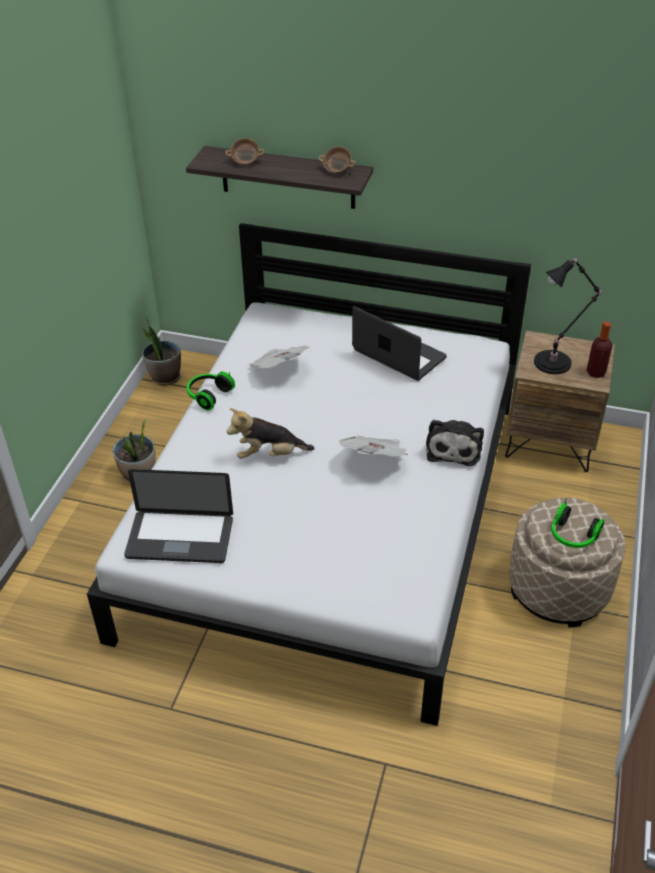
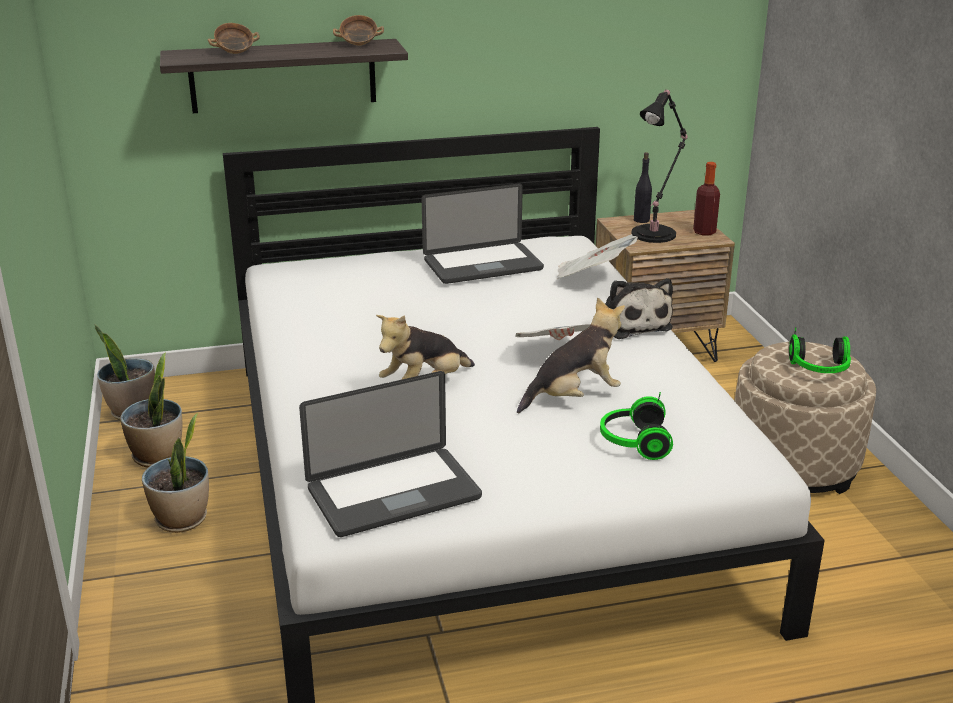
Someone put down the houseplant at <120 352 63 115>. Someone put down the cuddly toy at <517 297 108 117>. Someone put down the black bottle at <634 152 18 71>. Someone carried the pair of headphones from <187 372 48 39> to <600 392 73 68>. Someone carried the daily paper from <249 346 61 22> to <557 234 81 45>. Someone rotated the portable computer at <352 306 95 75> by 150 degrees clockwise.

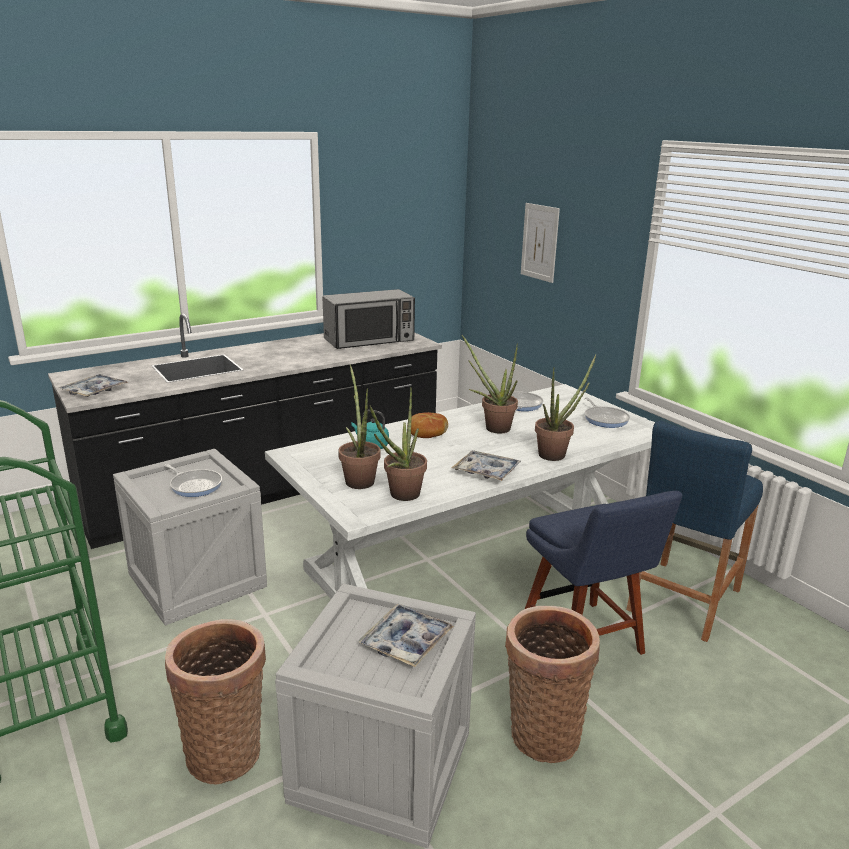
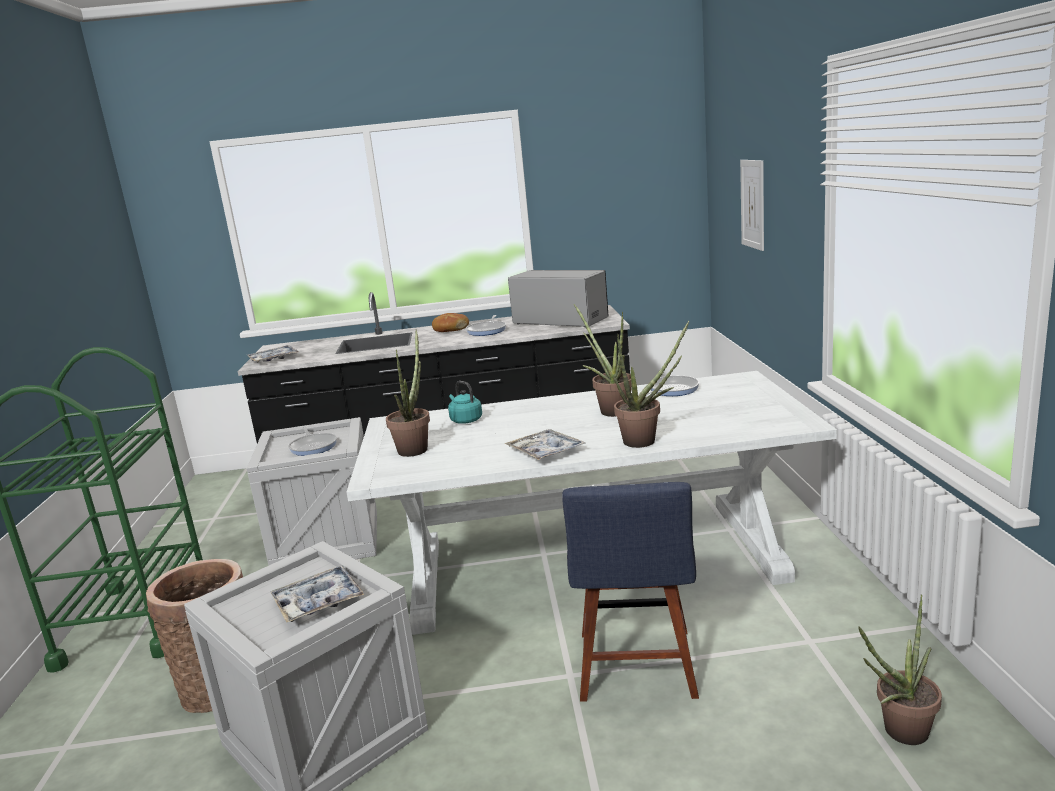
Someone took away the storage basket at <505 606 95 157>. Someone took away the blue sitting stool at <626 421 137 221>. Someone carried the houseplant from <370 387 57 114> to <858 594 84 151>. Someone carried the baked bread from <407 412 41 26> to <432 313 37 19>. Someone carried the frying pan from <585 397 45 31> to <466 315 40 21>. Someone rotated the microwave at <322 289 93 60> by 150 degrees counterclockwise.

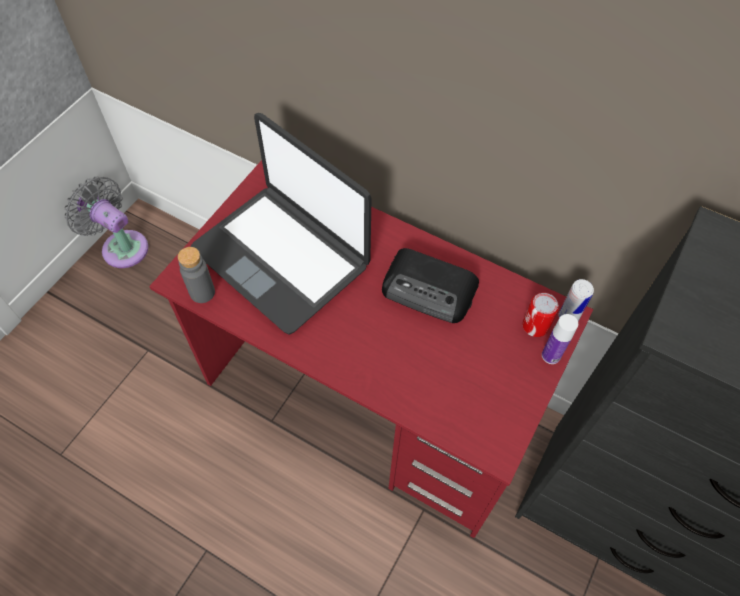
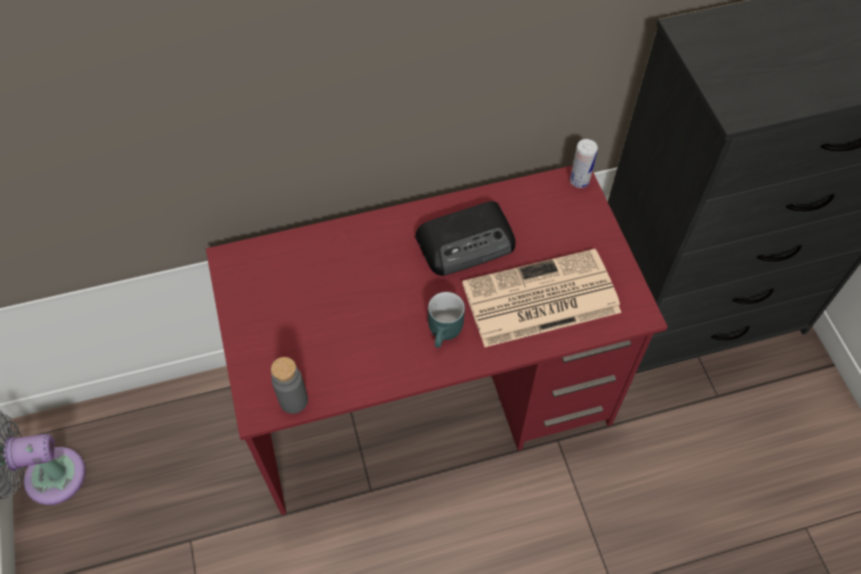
Someone took away the portable computer at <190 113 182 222>. Someone took away the sealed can at <522 293 37 44>. Someone took away the bottle at <542 314 36 50>. Someone put down the turquoise mug at <428 292 37 56>. Someone put down the daily paper at <462 249 159 98>.

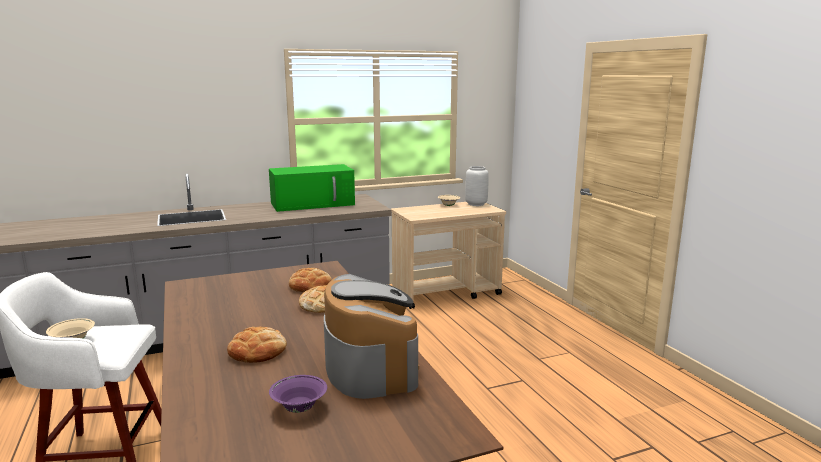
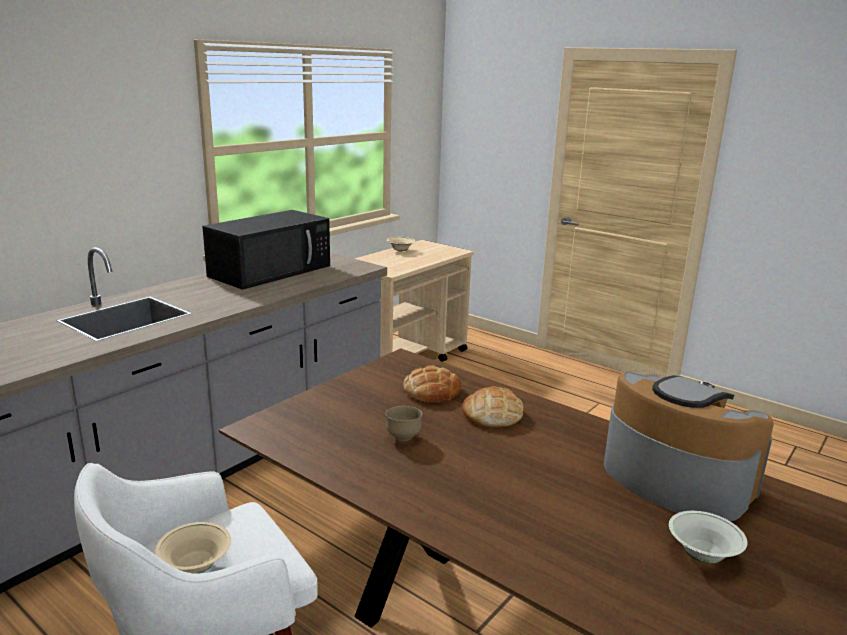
Someone took away the baked bread at <227 327 60 36>. Someone took away the grey decorative vase at <465 166 24 40>. Someone put down the brownish serving bowl at <385 406 37 35>. Someone repainted the greenish microwave at <269 164 86 48>, which became the black microwave at <202 210 128 80>. Someone repainted the purplish serving bowl at <269 375 58 38>, which became the whitish serving bowl at <669 511 79 52>.

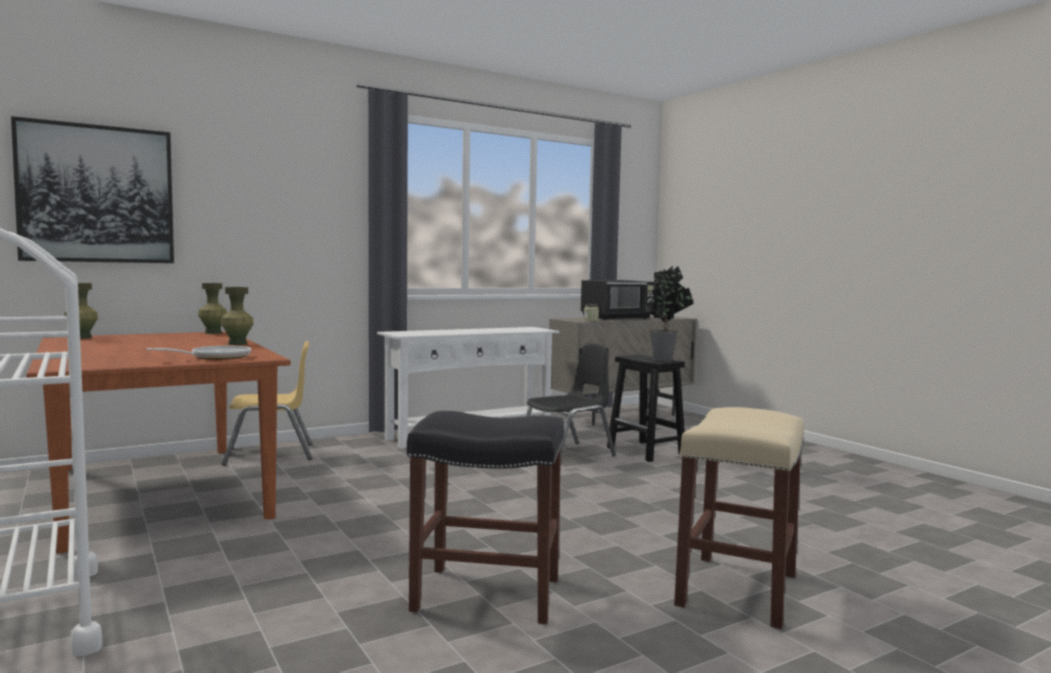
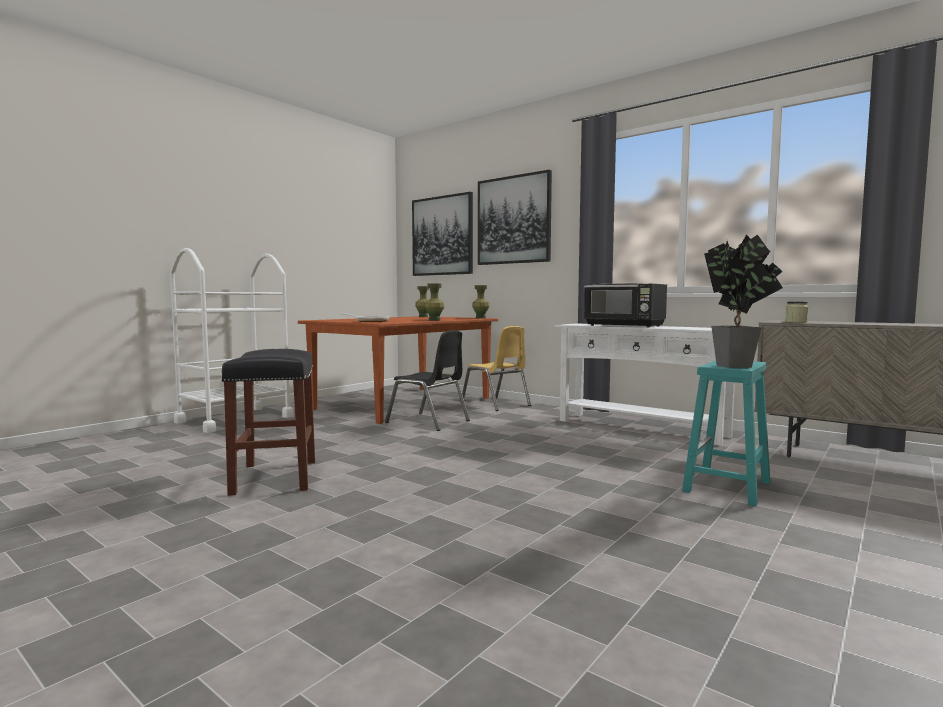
Someone took away the beige sitting stool at <674 407 130 222>. Someone put up the wall picture at <478 170 74 95>. Someone carried the black plain chair from <526 343 90 114> to <385 330 85 101>. Someone carried the black microwave from <581 280 73 40> to <584 283 83 45>. Someone repainted the black sitting stool at <607 354 78 108>, which became the turquoise sitting stool at <682 360 88 147>.

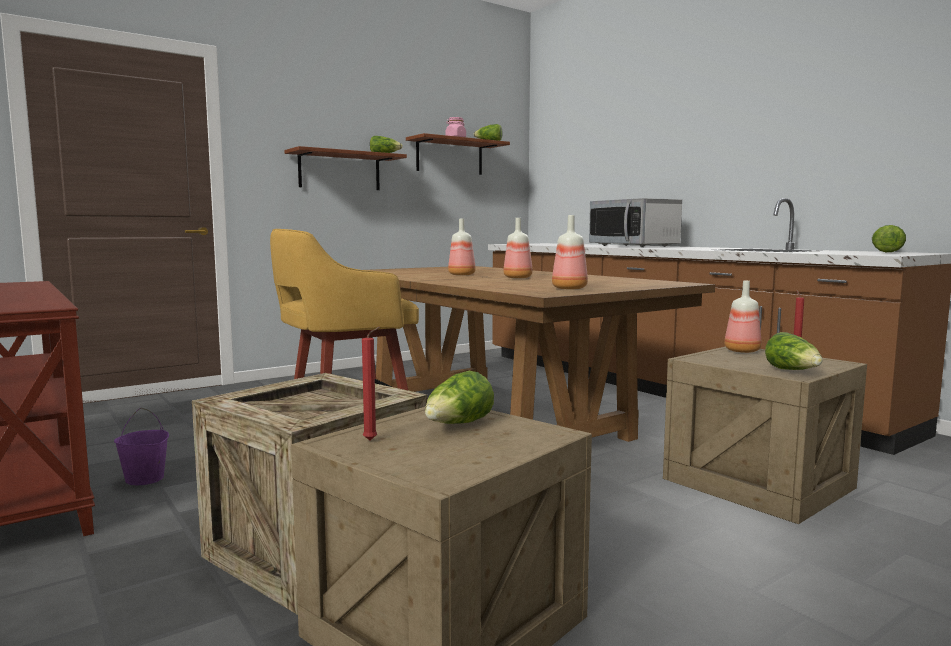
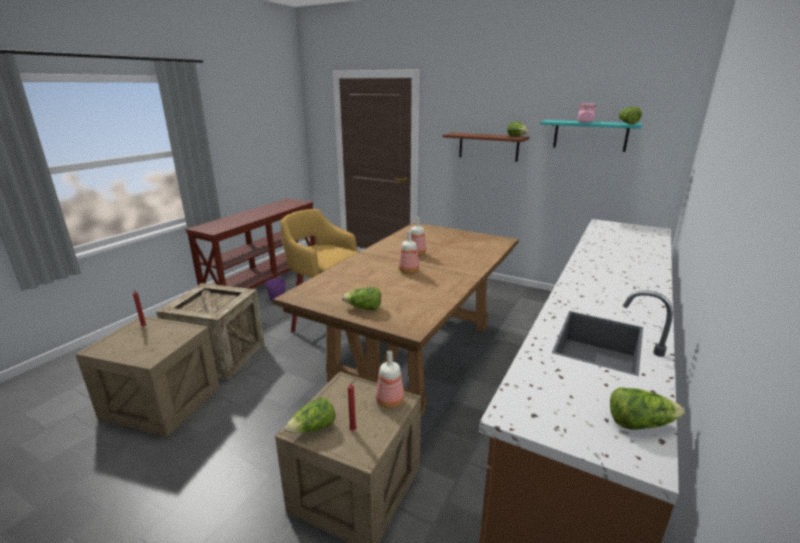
Someone took away the bottle at <552 215 36 74>. Someone took away the microwave at <589 198 93 49>. Someone carried the lettuce from <425 371 69 53> to <342 287 39 23>. Someone repainted the brownish bracket shelf at <406 133 104 42>, which became the turquoise bracket shelf at <540 120 103 32>.

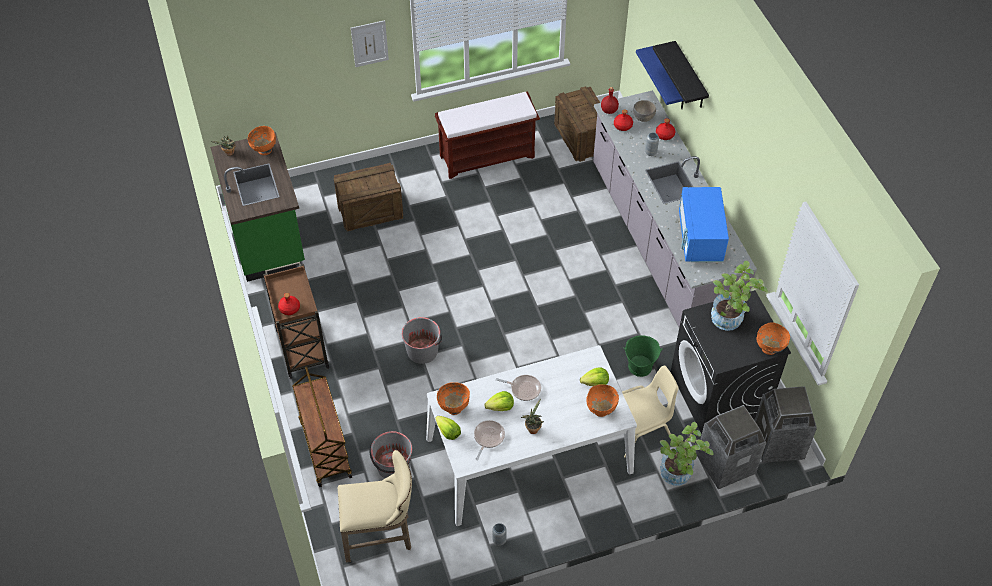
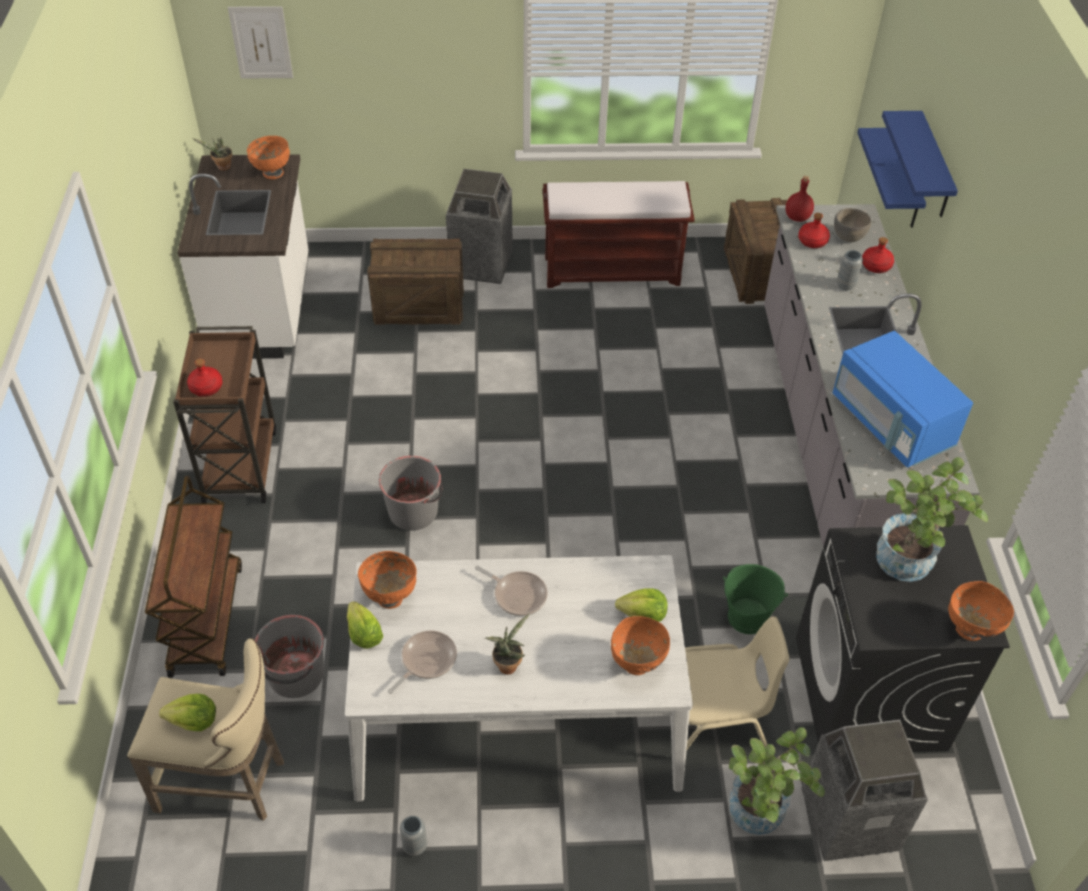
Someone carried the wall picture from <351 20 38 47> to <228 6 65 73>. Someone carried the lettuce from <484 391 30 20> to <159 694 57 37>. Someone carried the waste bin from <755 386 62 77> to <446 169 67 115>. Someone repainted the greenish kitchen counter at <210 132 95 150>, which became the whitish kitchen counter at <177 154 132 205>. Someone repainted the black bracket shelf at <653 41 56 67>, which became the blue bracket shelf at <882 111 76 106>. Someone rotated the blue microwave at <679 187 50 75> by 45 degrees counterclockwise.

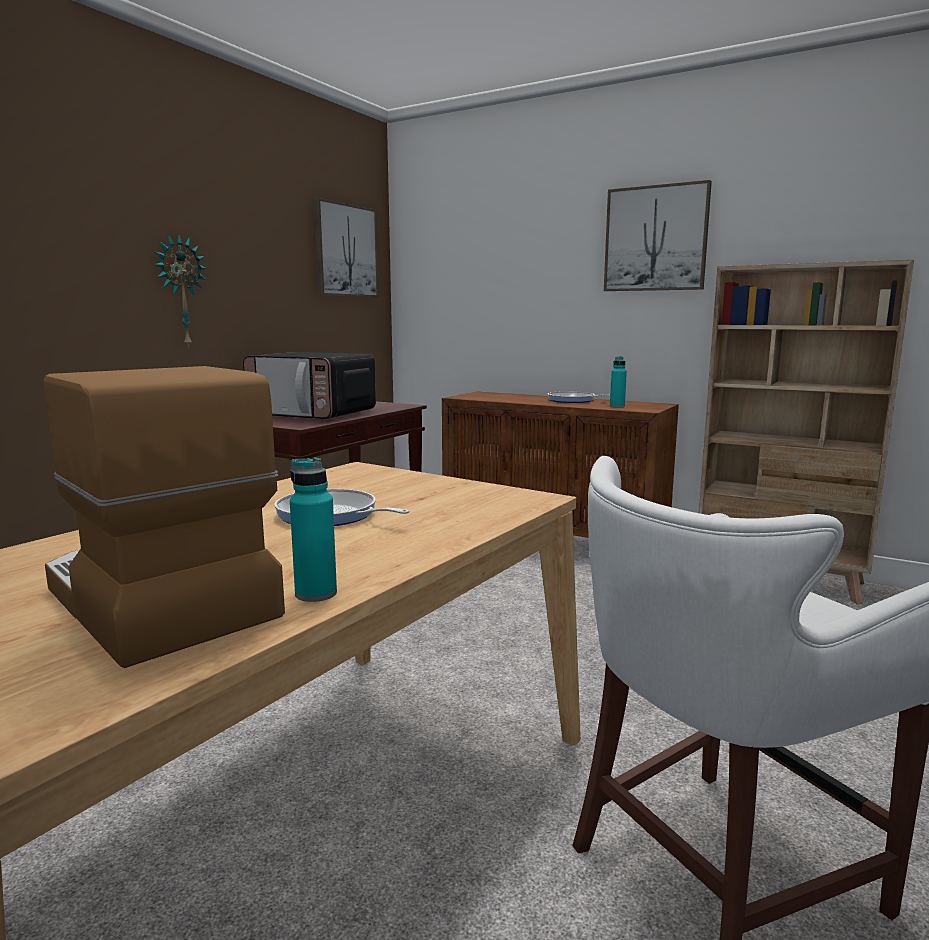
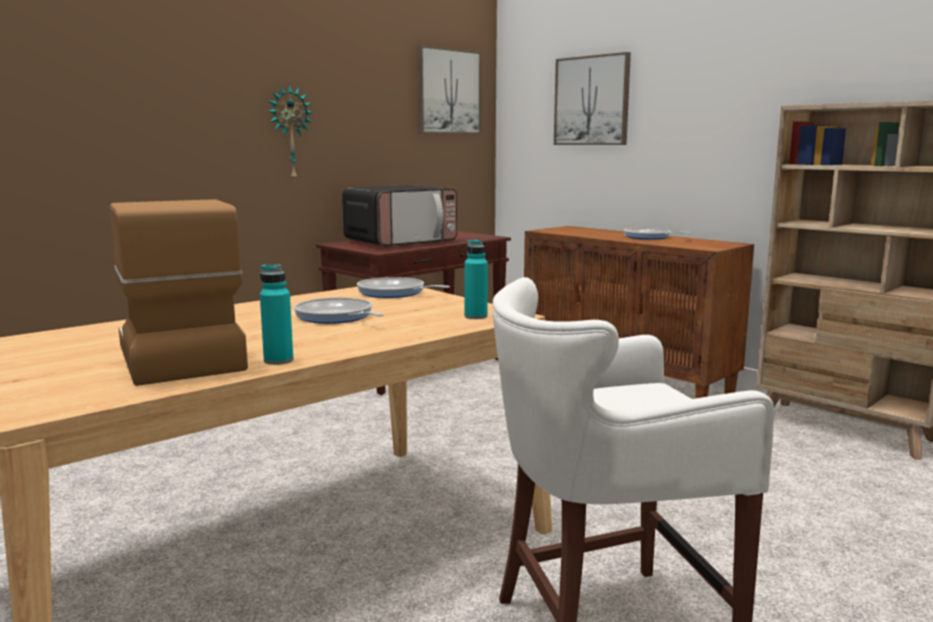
Someone put down the frying pan at <357 277 93 21>. Someone carried the wall picture from <604 180 108 111> to <554 52 77 93>. Someone carried the turquoise bottle from <610 356 17 52> to <465 239 23 80>. Someone rotated the microwave at <243 352 133 68> by 75 degrees counterclockwise.

